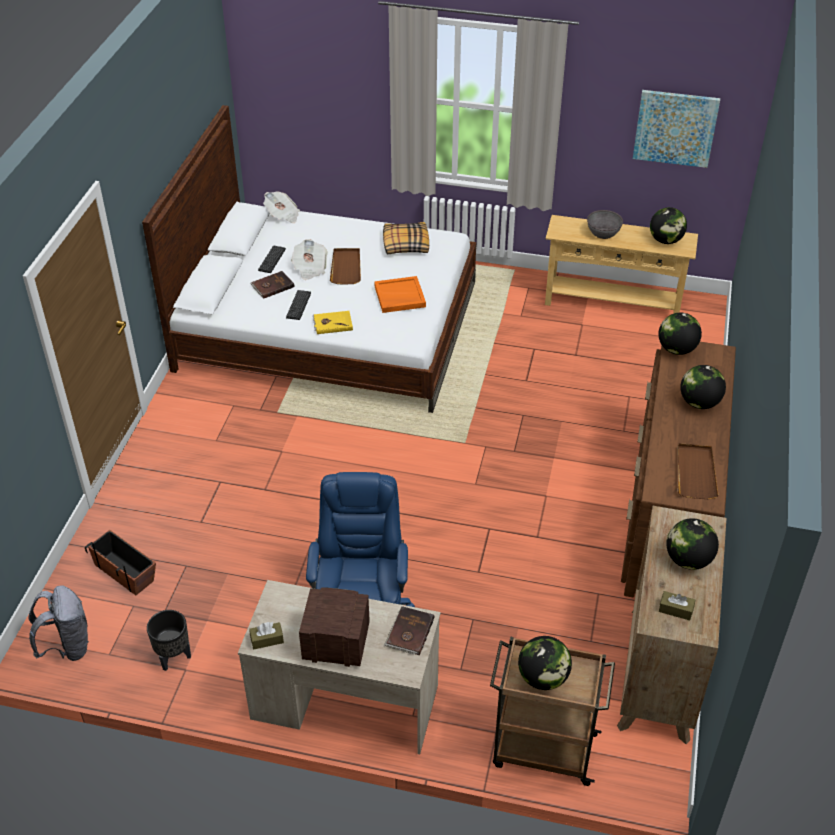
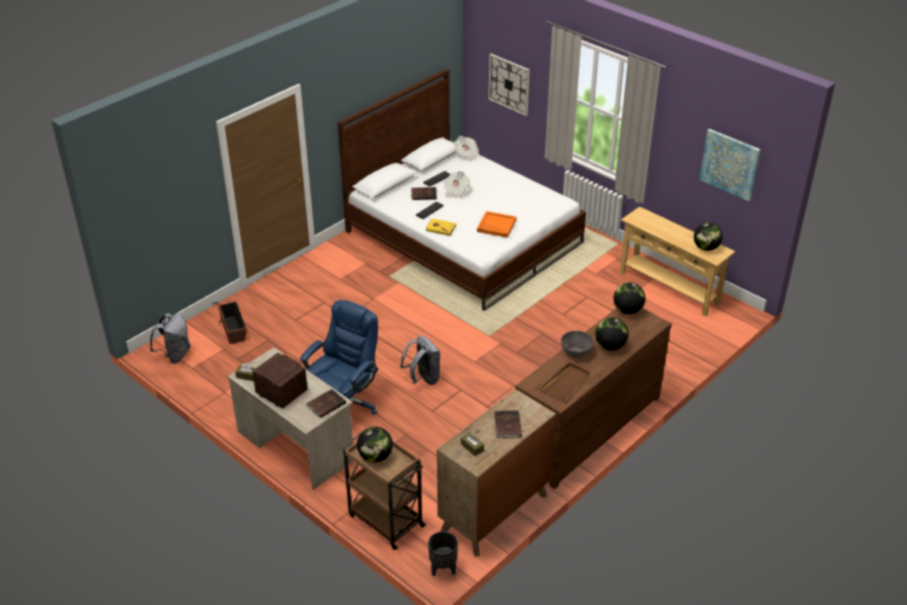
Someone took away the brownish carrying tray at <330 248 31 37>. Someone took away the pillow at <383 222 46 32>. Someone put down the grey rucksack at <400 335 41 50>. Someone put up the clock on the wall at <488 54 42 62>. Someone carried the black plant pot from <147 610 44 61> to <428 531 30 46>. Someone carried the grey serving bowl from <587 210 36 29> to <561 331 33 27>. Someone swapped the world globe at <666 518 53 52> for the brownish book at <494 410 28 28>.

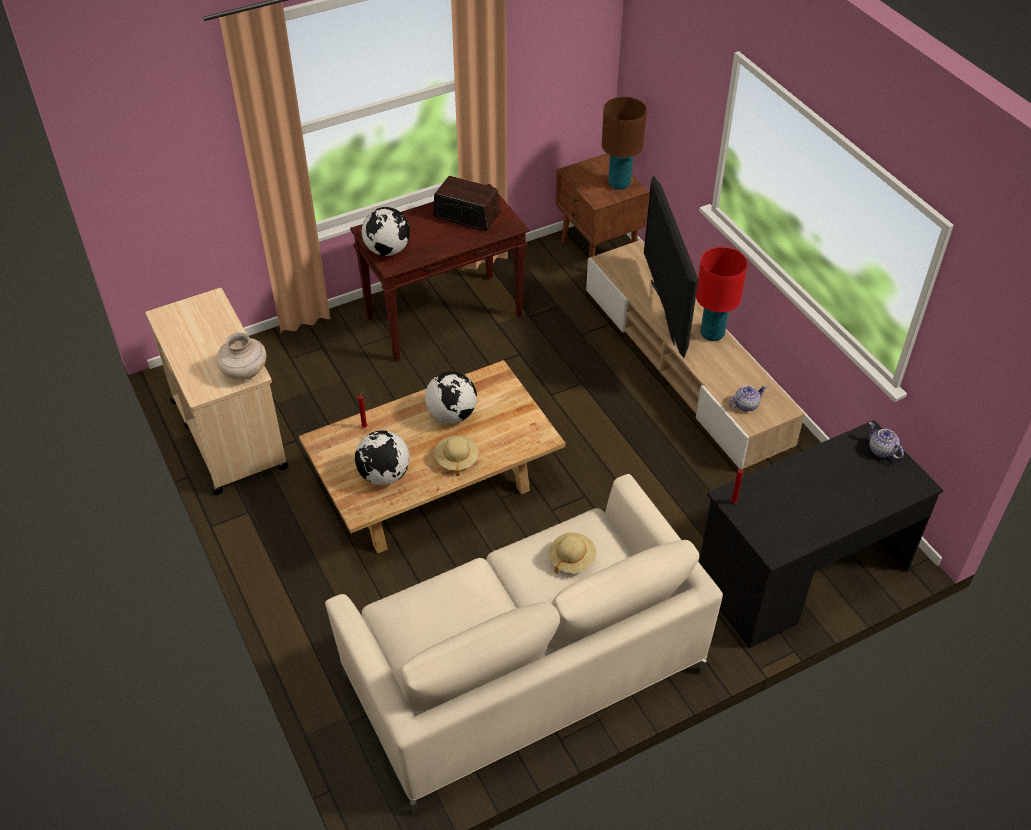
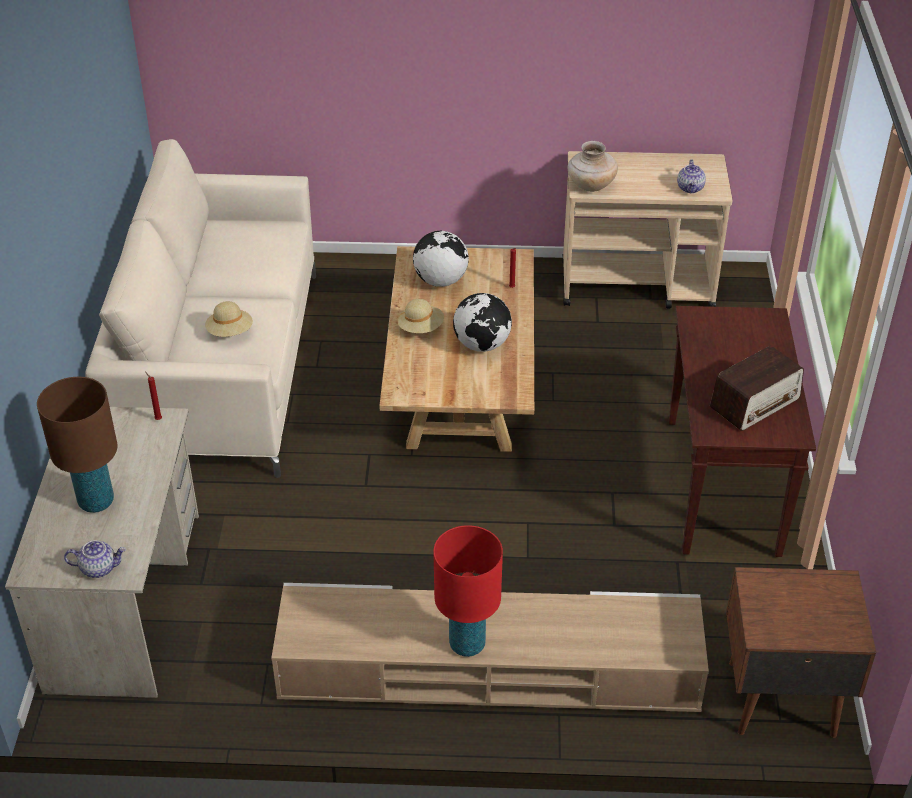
Someone took away the world globe at <362 207 48 49>. Someone took away the TV at <644 175 54 183>. Someone carried the brownish tabletop lamp from <602 97 45 93> to <37 377 81 136>. Someone carried the teapot from <729 385 38 26> to <677 160 29 33>. Someone repainted the black desk at <699 420 244 228>, which became the beige desk at <5 407 194 291>.

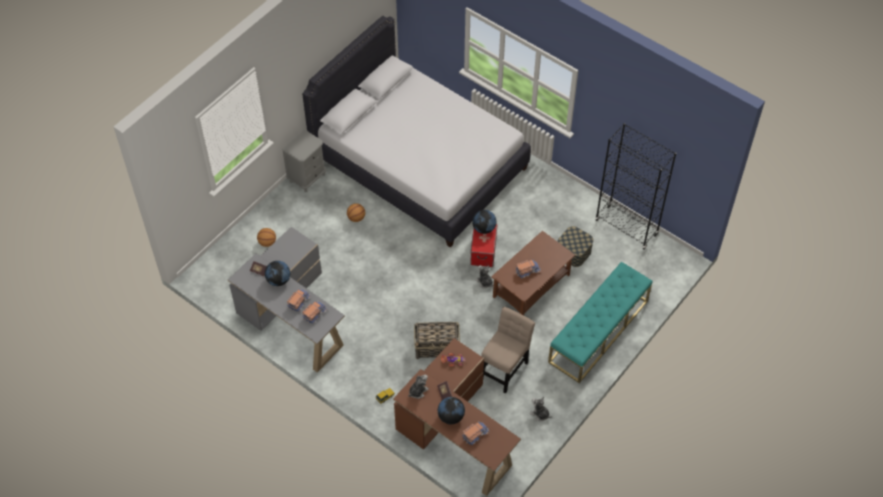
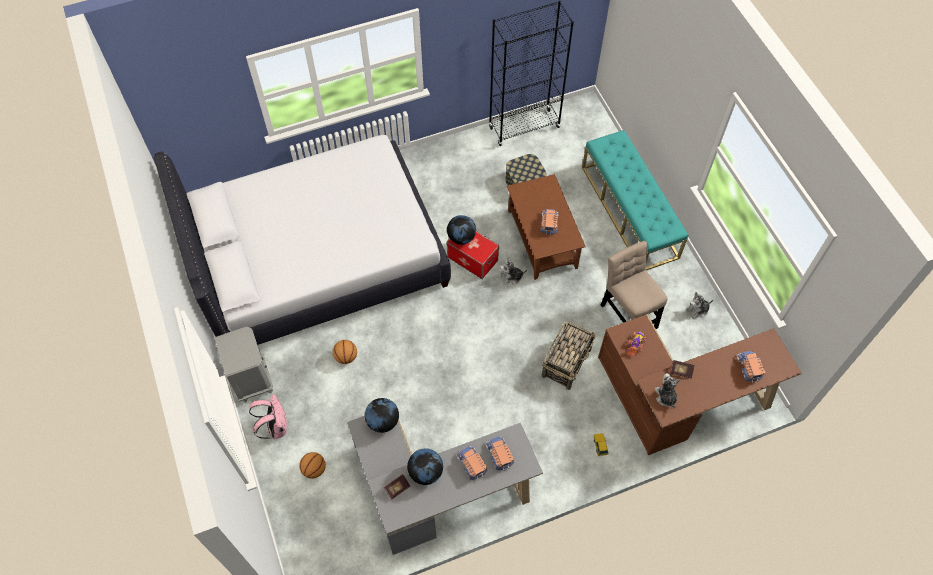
Someone put down the pink rucksack at <249 394 38 45>. Someone carried the world globe from <438 397 27 27> to <365 398 34 35>.

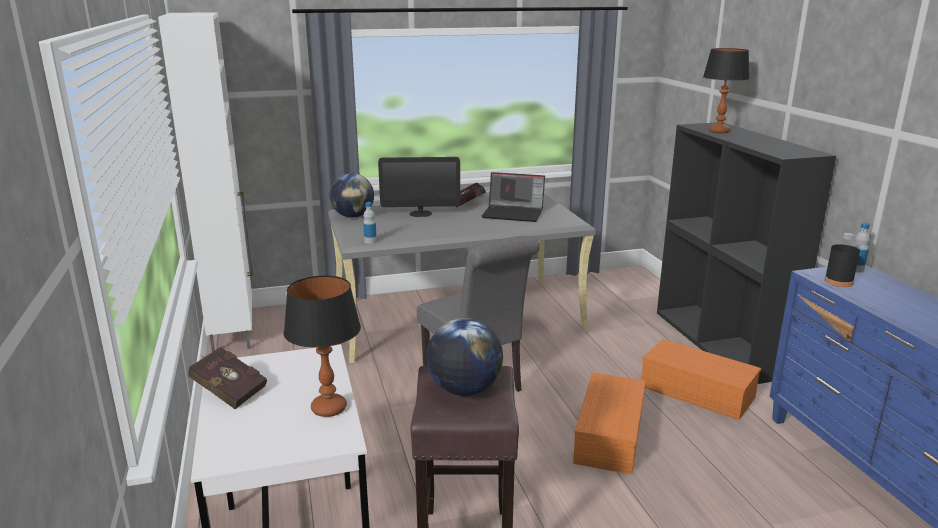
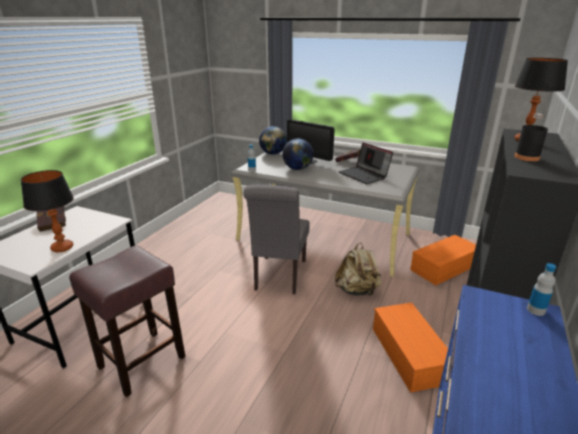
Someone took away the whitish storage cabinet at <158 12 95 340>. Someone put down the beige rucksack at <335 242 46 54>. Someone carried the world globe from <426 318 77 78> to <282 139 31 31>. Someone carried the orange storage container from <573 373 73 102> to <410 235 66 50>. Someone carried the black bottle from <824 233 36 54> to <515 113 33 48>.

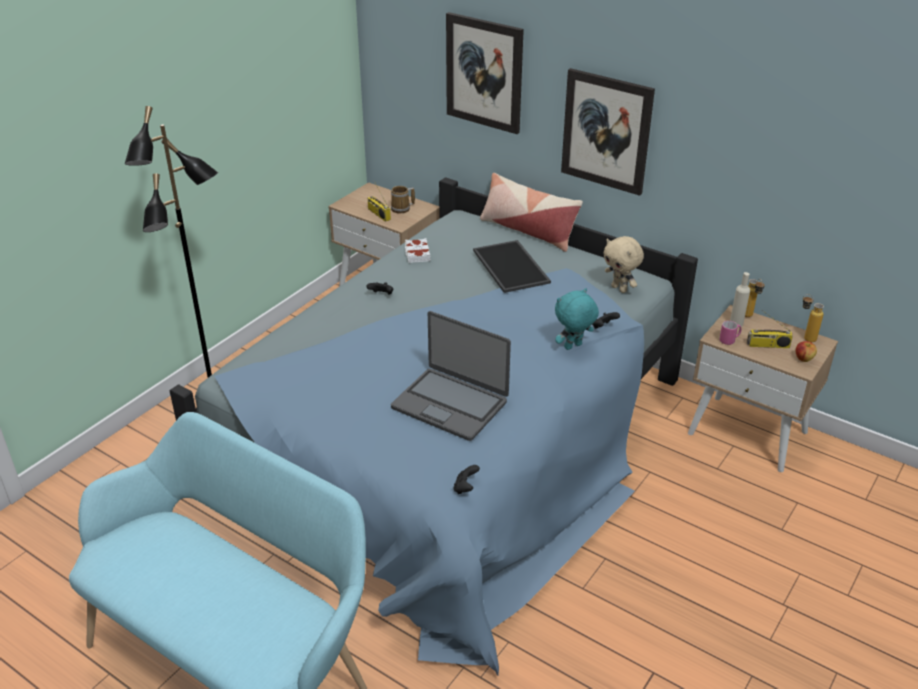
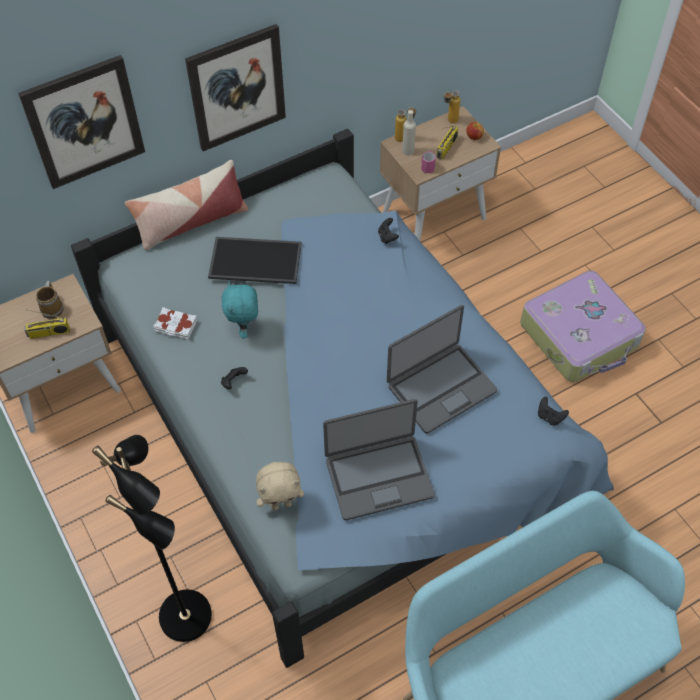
Someone put down the portable computer at <323 399 112 122>. Someone put down the piece of luggage at <520 271 126 111>. Someone carried the turquoise cuddly toy from <555 288 44 62> to <222 282 36 56>. Someone carried the beige cuddly toy from <603 236 41 57> to <256 462 48 49>.

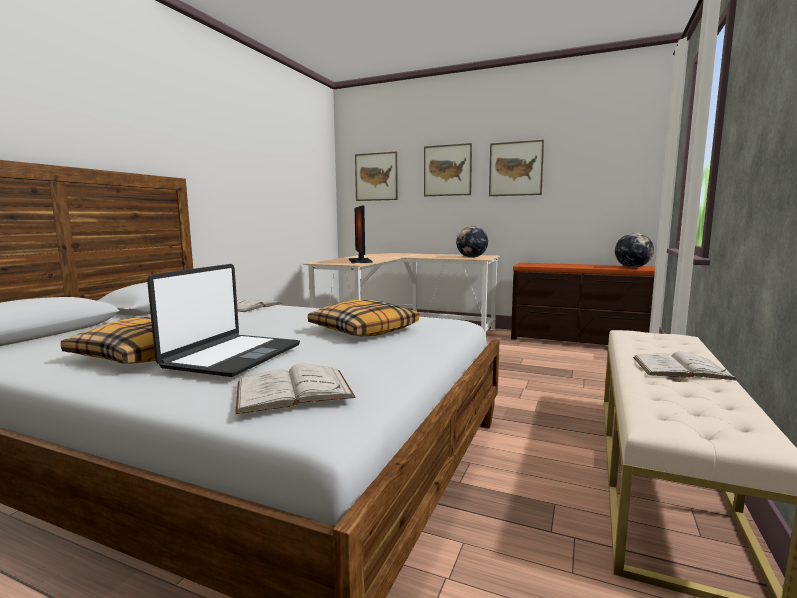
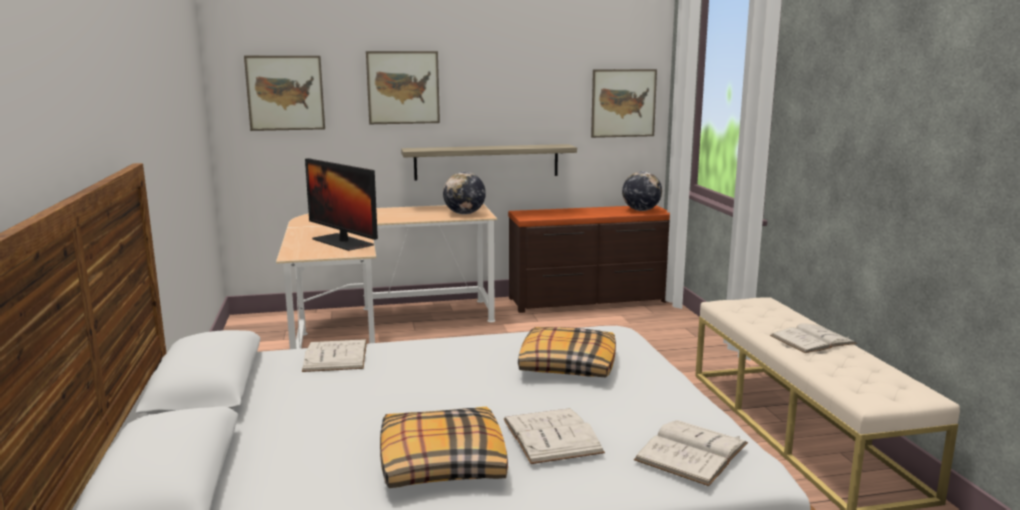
Someone put up the bracket shelf at <401 144 176 37>. Someone carried the wall picture from <489 140 55 56> to <591 69 66 69>. Someone swapped the portable computer at <147 264 153 113> for the whitish book at <503 408 102 56>.

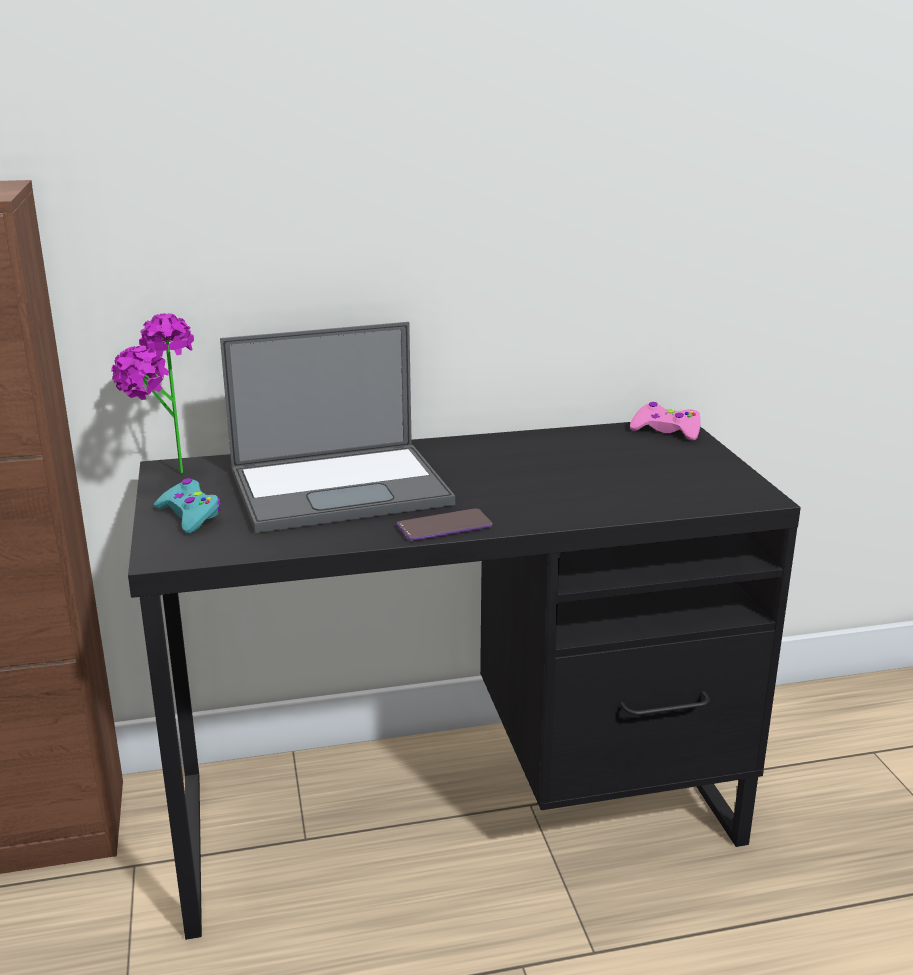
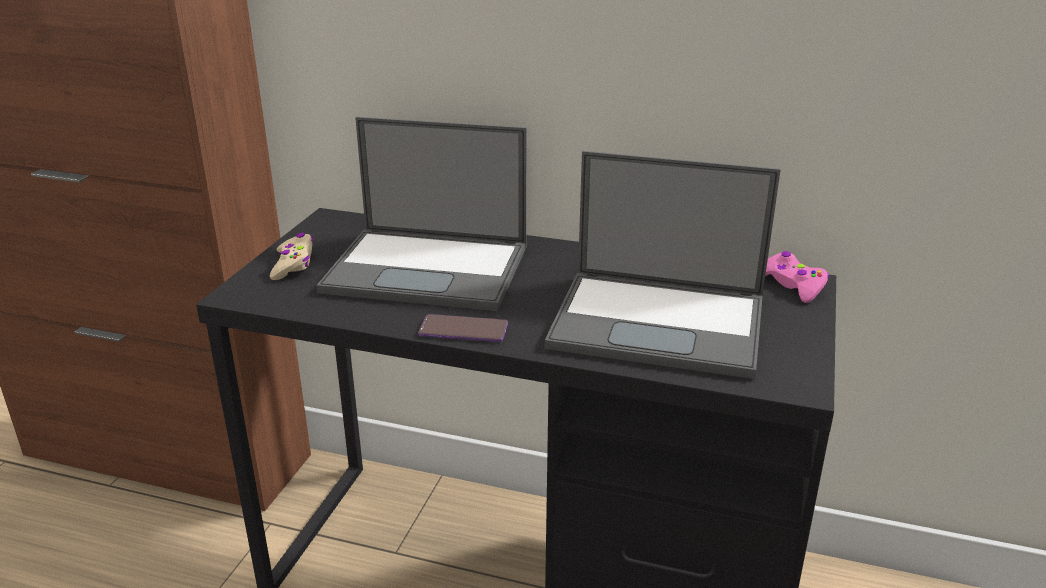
Someone took away the houseplant at <111 313 83 160>. Someone put down the portable computer at <545 151 236 228>. Someone repainted the turquoise game controller at <154 478 67 55>, which became the beige game controller at <270 233 44 47>.

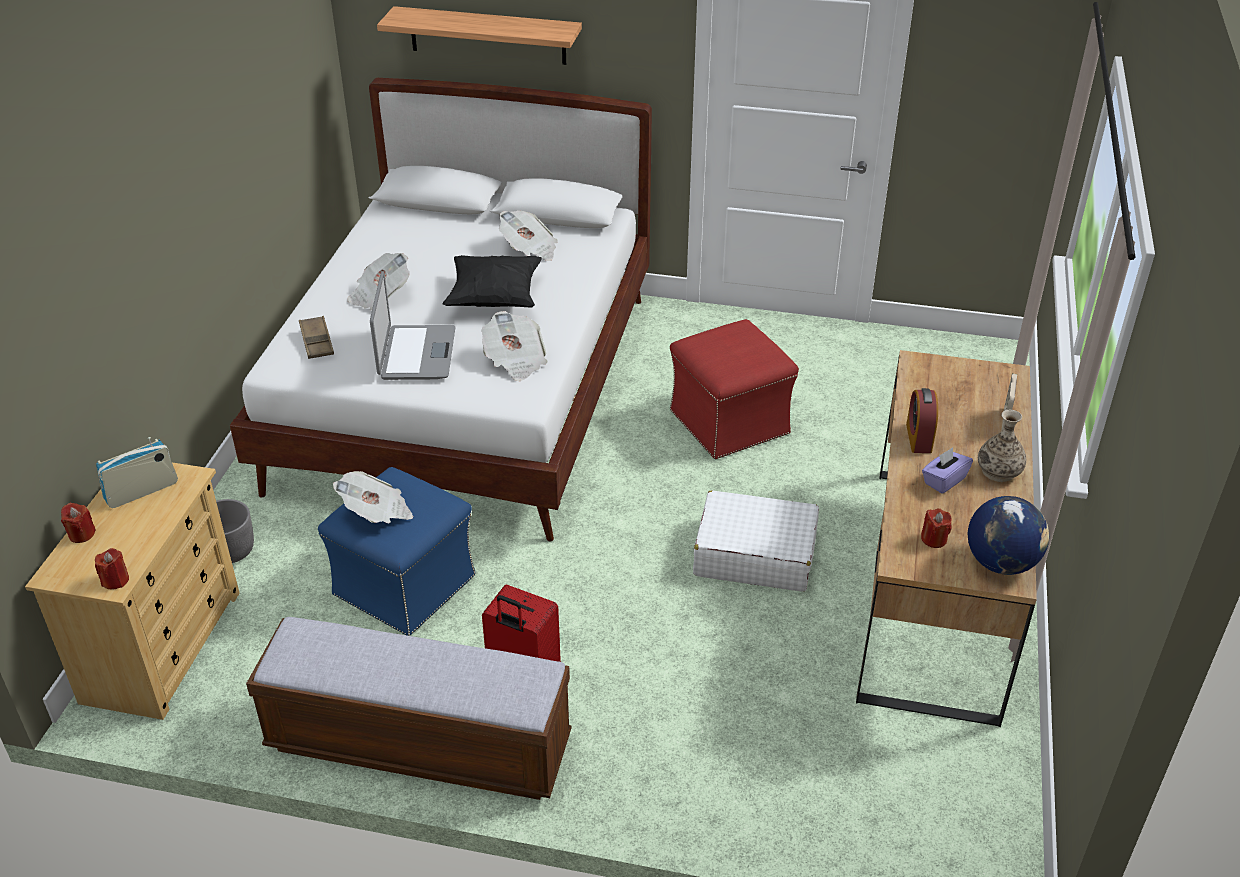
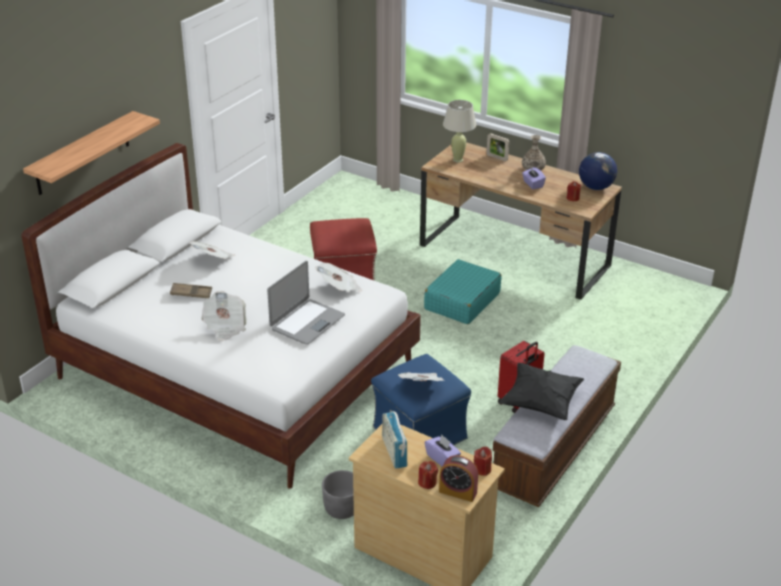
Someone put down the purplish box of tissues at <425 434 36 32>. Someone put down the beige tabletop lamp at <443 100 33 62>. Someone carried the brownish carrying tray from <299 316 35 43> to <170 283 42 15>. Someone carried the black pillow from <443 255 99 53> to <499 363 85 57>. Someone carried the alarm clock from <906 388 32 65> to <439 455 39 47>. Someone repainted the whitish piece of luggage at <693 491 126 101>, which became the turquoise piece of luggage at <424 259 77 65>. Someone rotated the portable computer at <370 271 85 109> by 105 degrees clockwise.

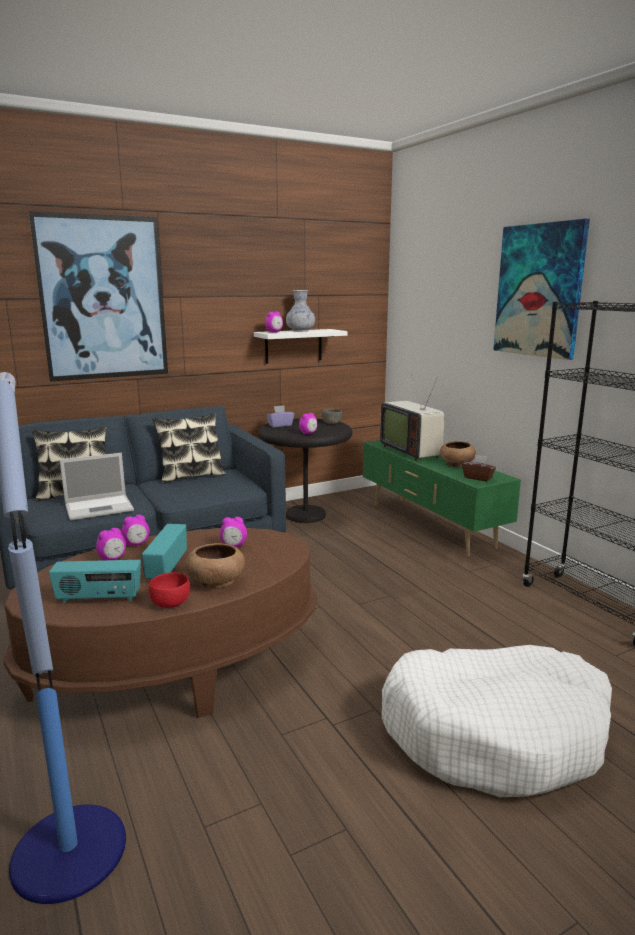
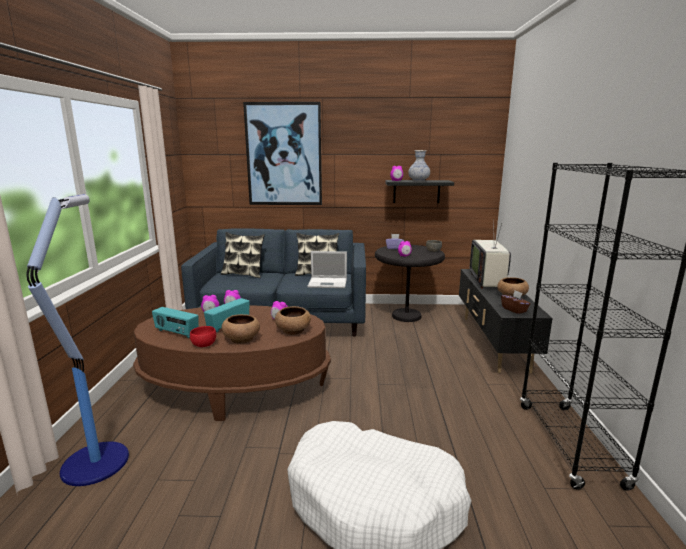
Someone took away the wall picture at <493 219 97 141>. Someone put down the brownish serving bowl at <275 306 36 29>. Someone carried the portable computer from <60 453 74 67> to <308 251 39 37>. Someone repainted the whitish bracket shelf at <254 329 93 35>, which became the black bracket shelf at <385 180 69 23>. Someone repainted the greenish media console at <363 440 158 117>, which became the black media console at <459 269 94 105>.

